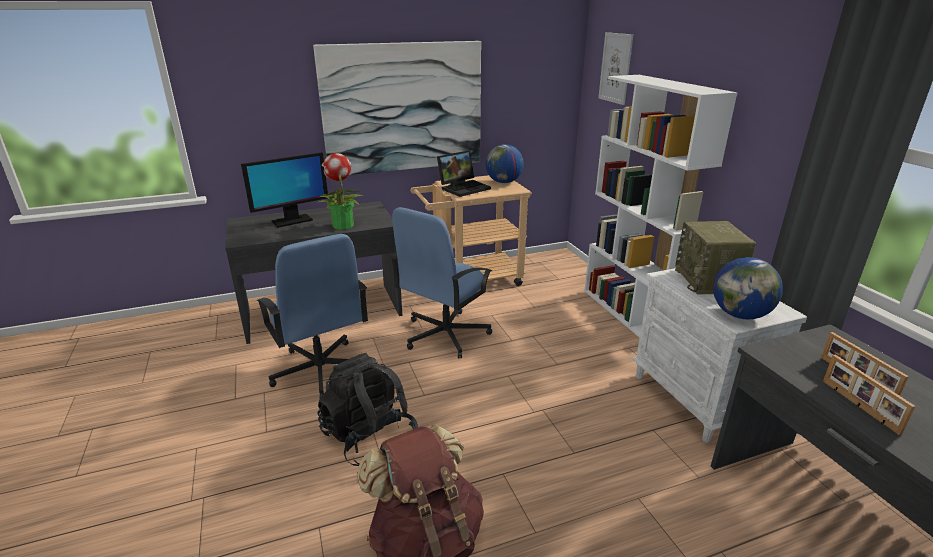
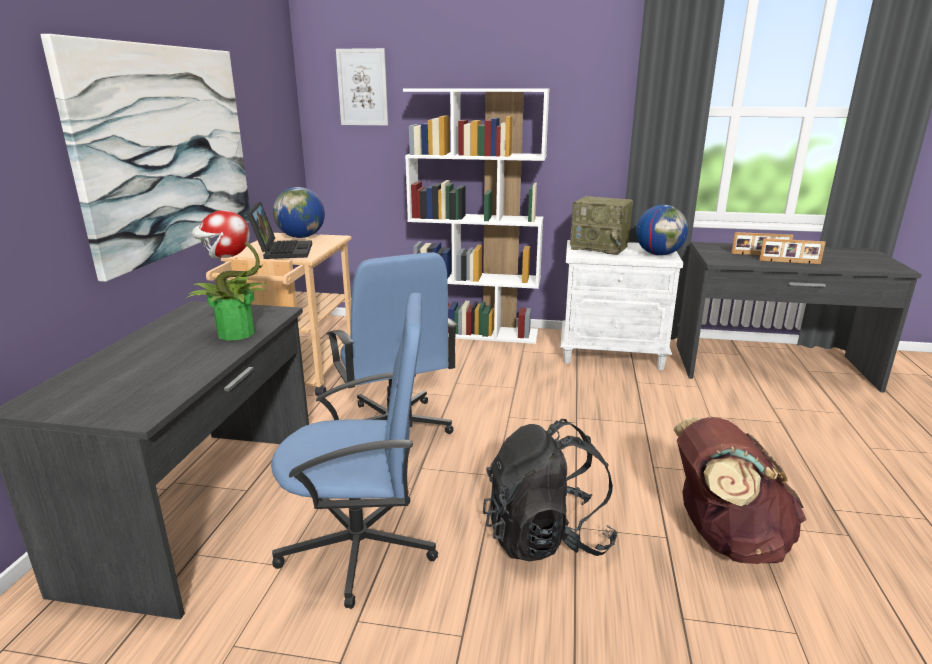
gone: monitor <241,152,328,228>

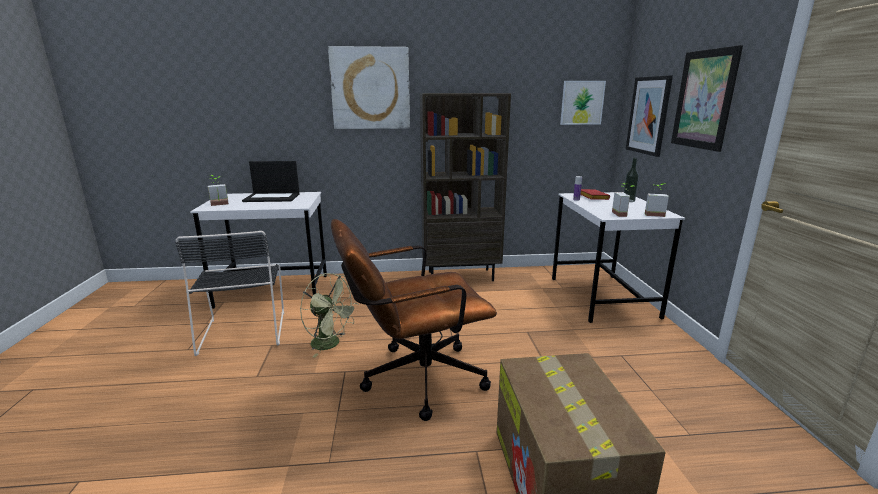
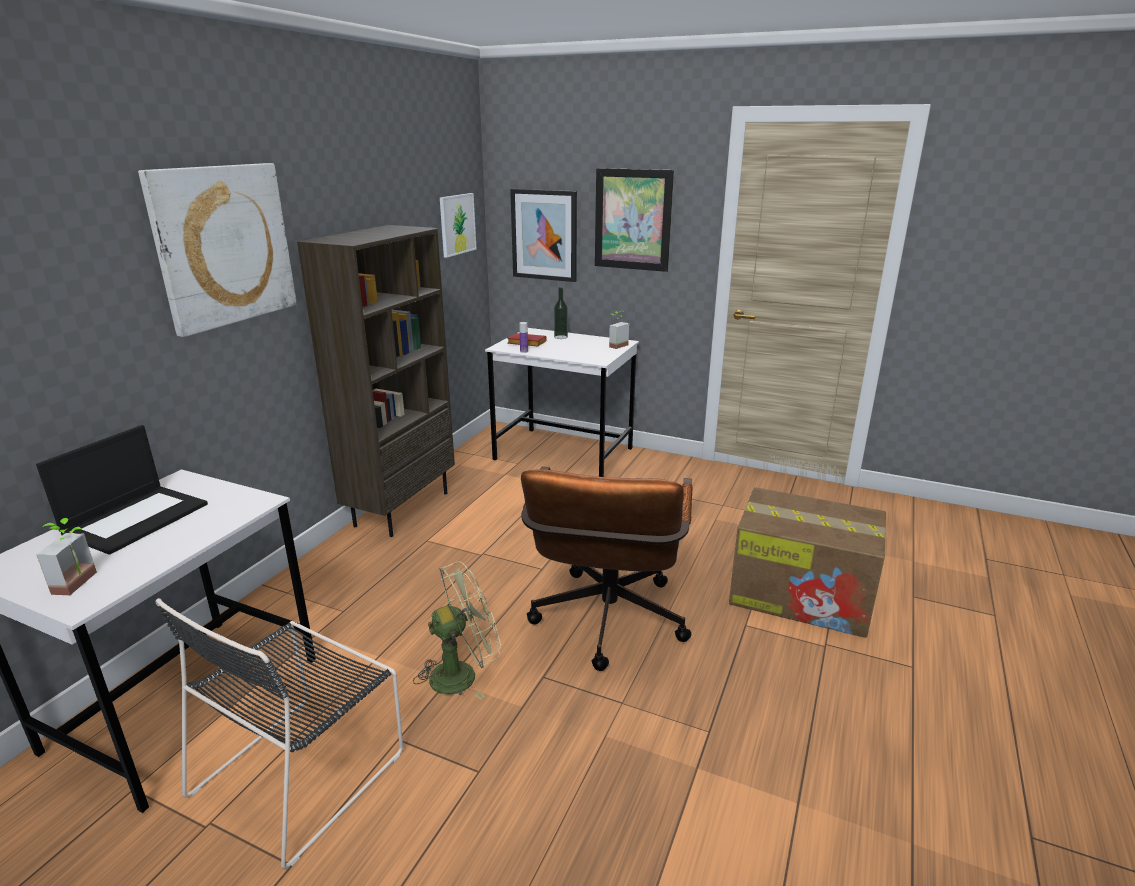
gone: potted plant <612,183,634,217>
rotated: chair (black) <176,231,284,356> = <156,598,403,869> 105 degrees clockwise

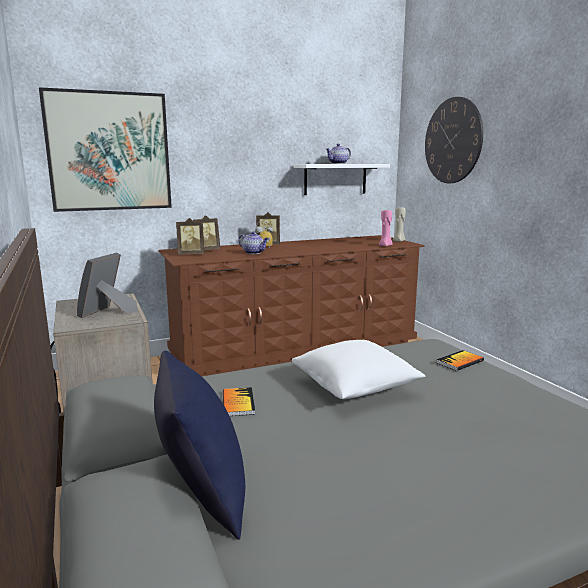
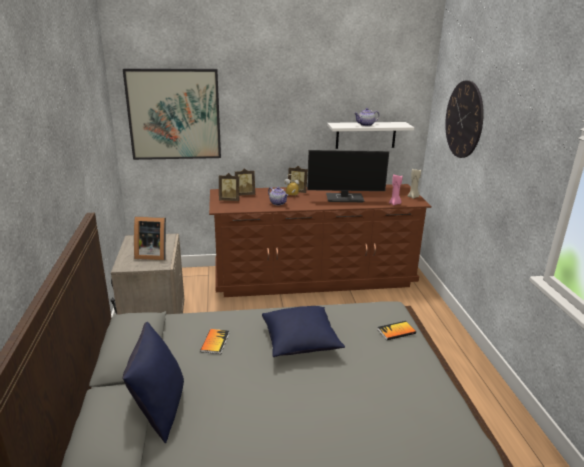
new: monitor <307,150,389,202>
repainted: pillow (white) <292,340,425,399> to pillow (blue) <262,306,345,357>
rotated: picture frame <77,253,138,318> = <134,216,166,260> 120 degrees counterclockwise

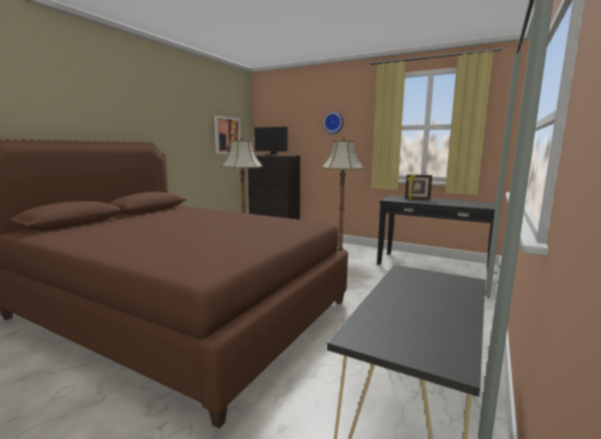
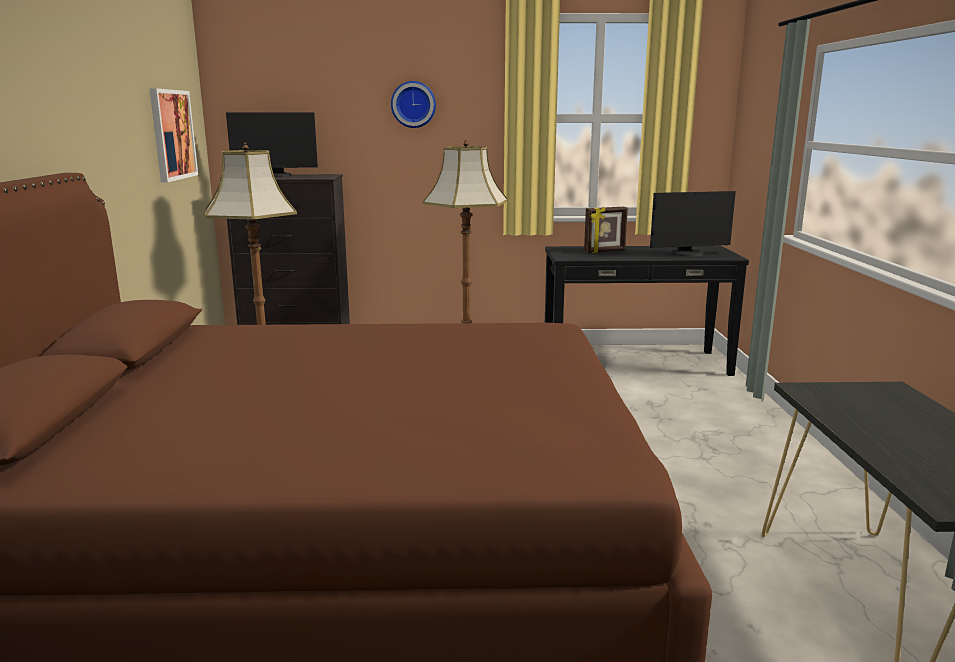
new: monitor <650,191,736,257>

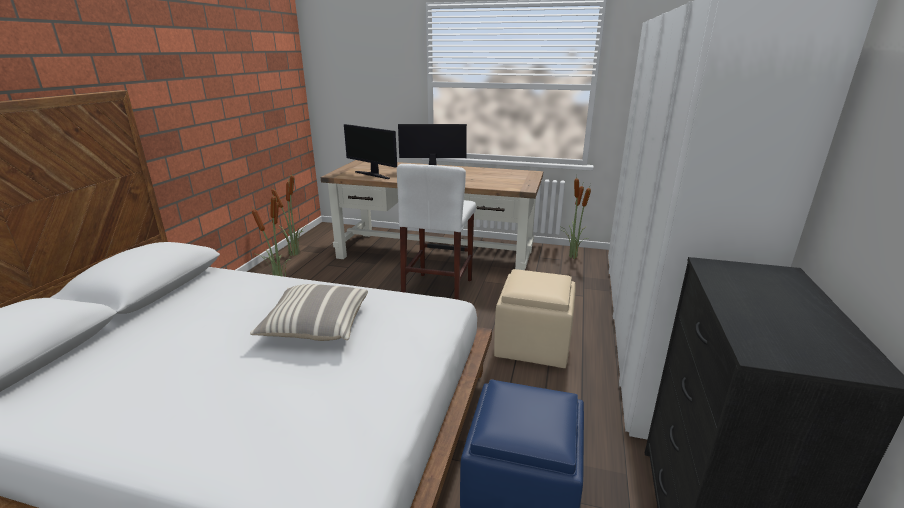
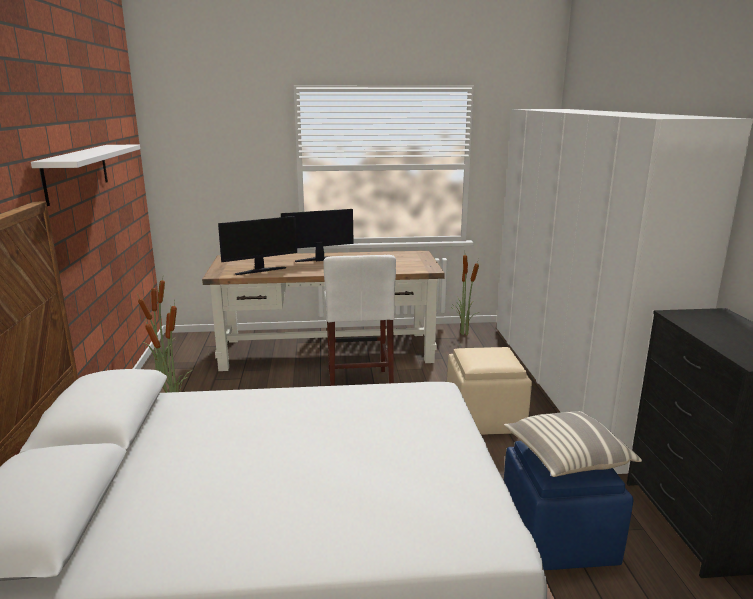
new: shelf (white) <31,145,140,206>
shifted: pillow <250,284,368,341> to <504,411,642,477>
rotated: monitor <344,124,397,179> = <218,216,297,275> 45 degrees counterclockwise

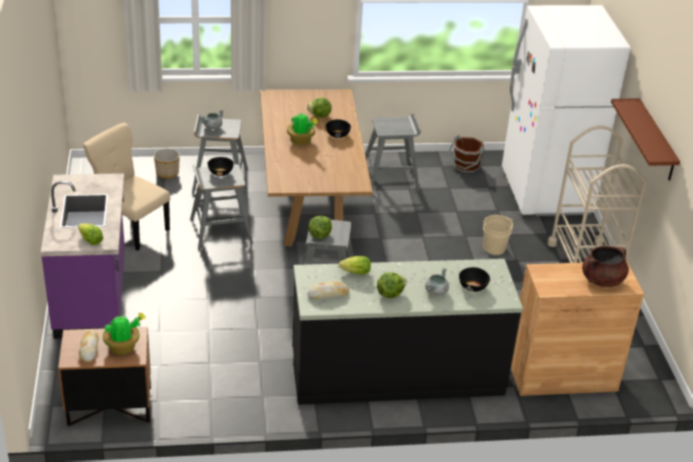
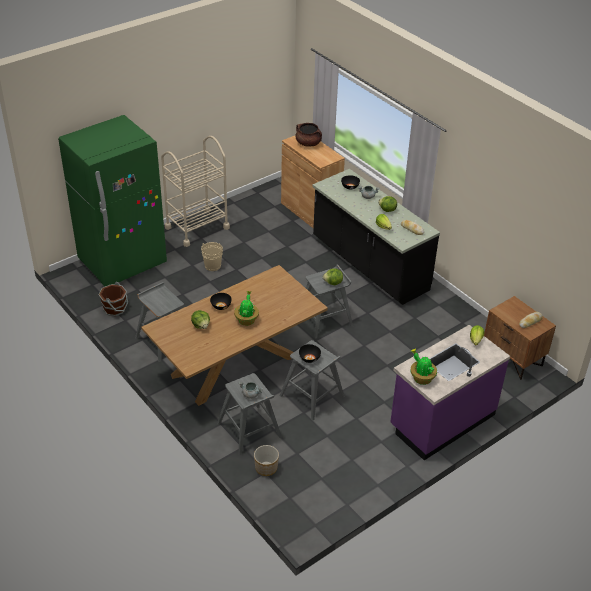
gone: chair (beige) <83,123,170,251>; shelf (brown) <611,98,680,181>
shifted: potted plant <103,313,146,355> to <410,349,437,385>
repainted: fridge (white) <502,5,630,216> to fridge (green) <58,115,167,286>

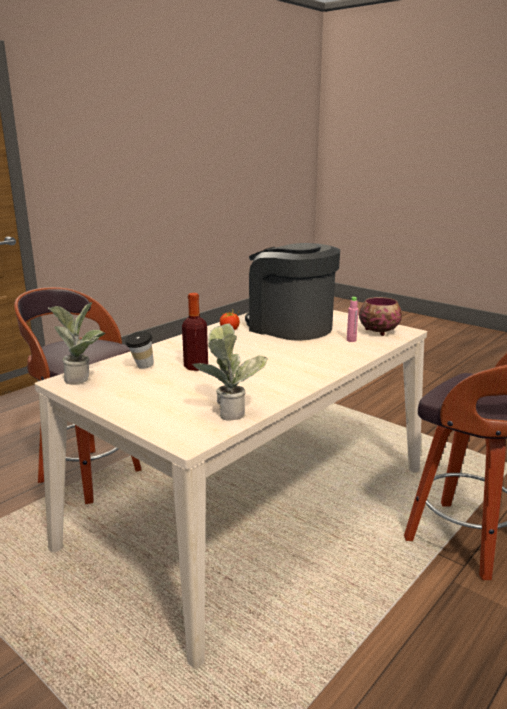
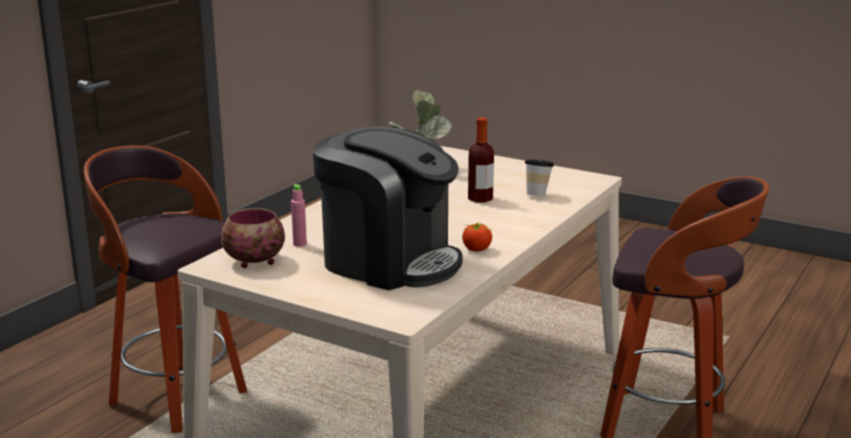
gone: potted plant <48,302,106,385>

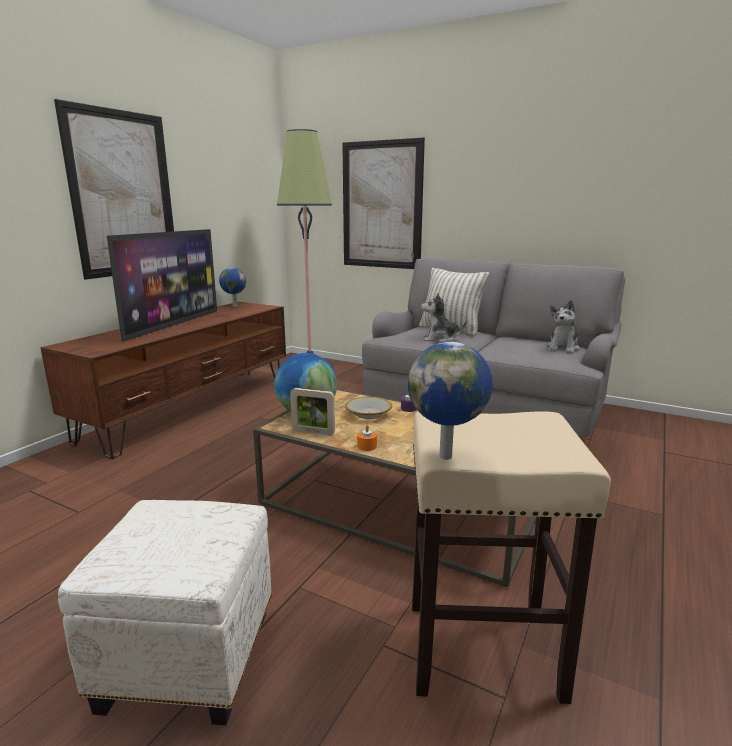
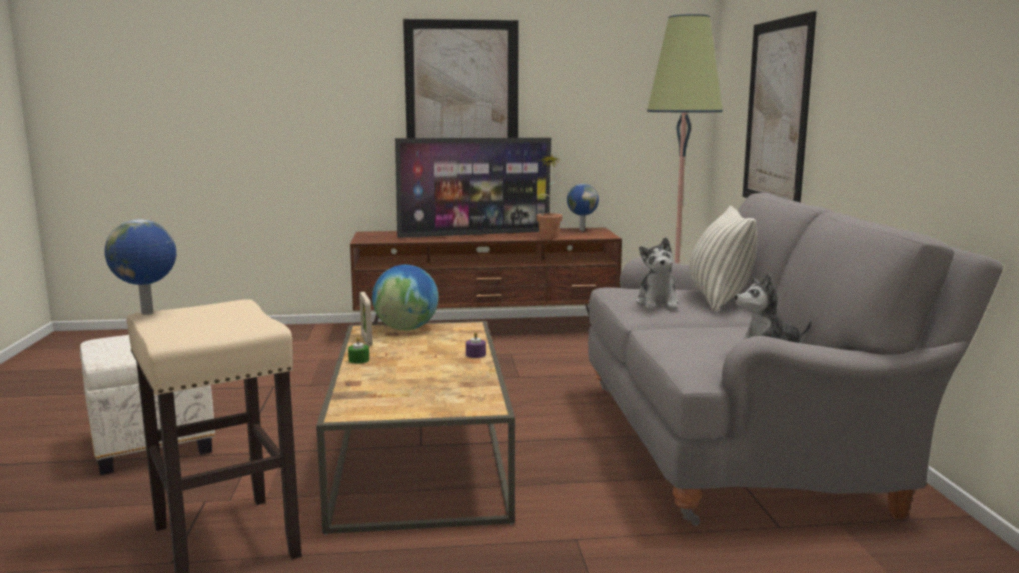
gone: bowl <345,397,392,419>
new: potted plant <536,154,564,239>
repainted: candle (orange) <357,425,377,451> to candle (green) <348,337,369,364>
rotated: plush toy <421,293,466,343> = <636,237,679,309> 150 degrees counterclockwise

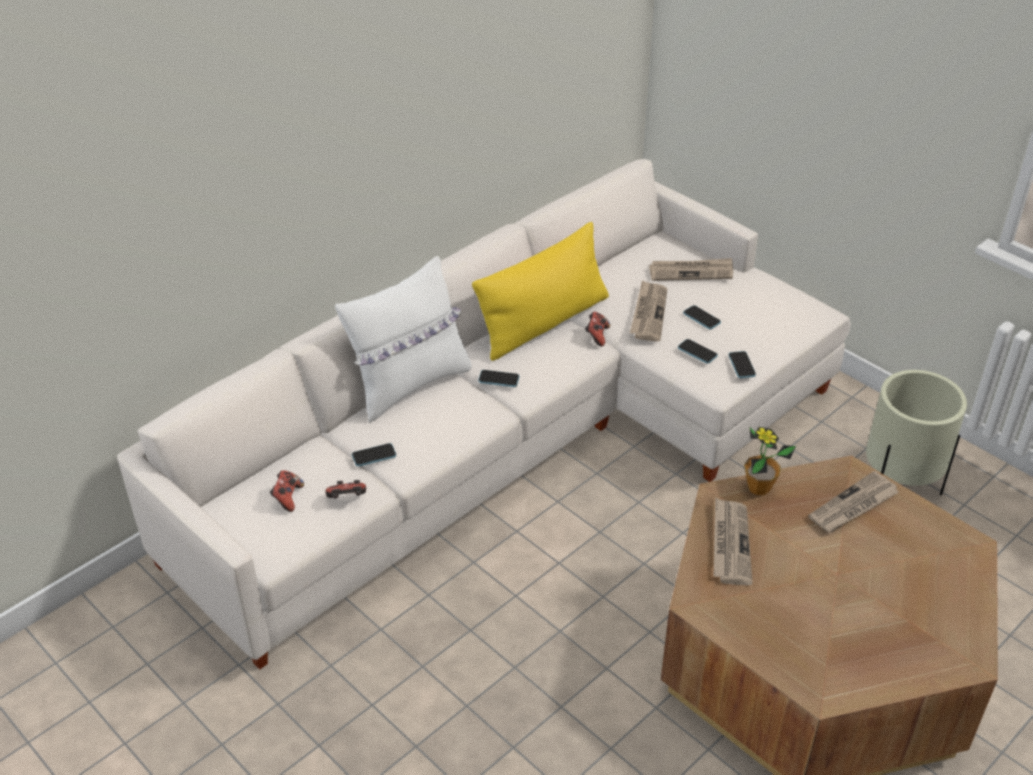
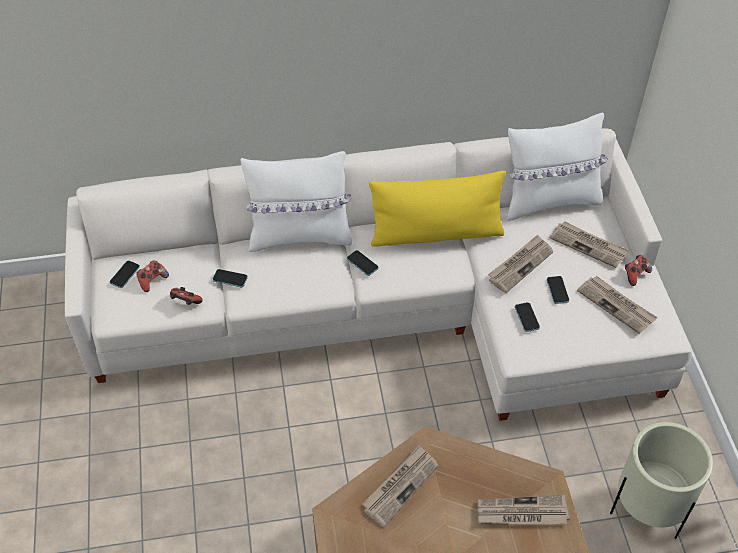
gone: potted plant <744,427,796,496>
new: pillow (white) <507,113,608,221>; newspaper <577,276,658,334>
shifted: phone <729,351,756,378> to <110,260,140,288>; game controller <585,312,610,347> to <625,255,652,286>

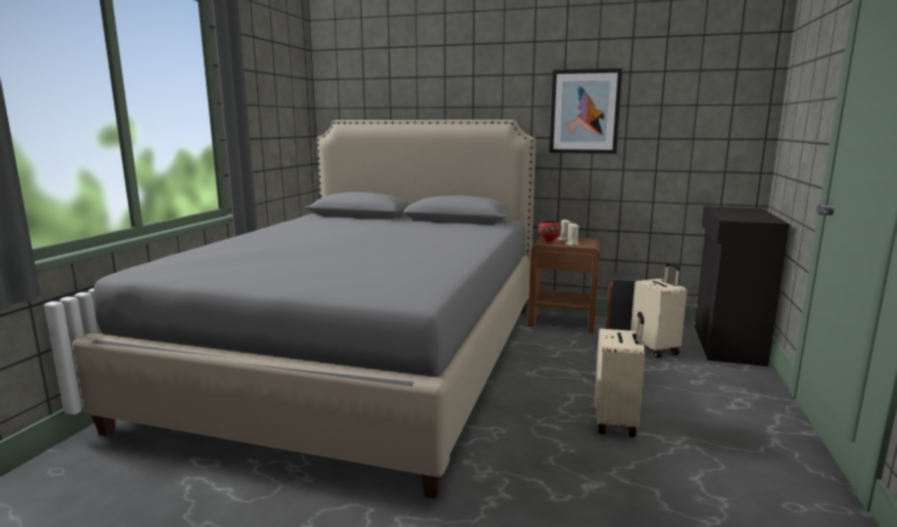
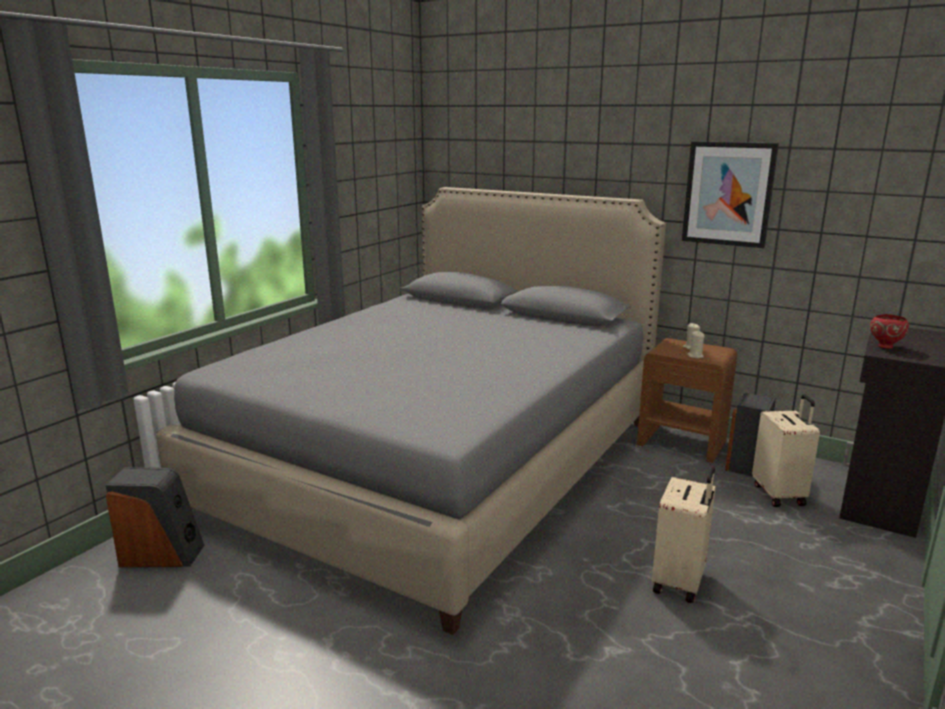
new: speaker <106,467,204,567>
shifted: bowl (red) <538,221,561,244> to <870,314,909,349>

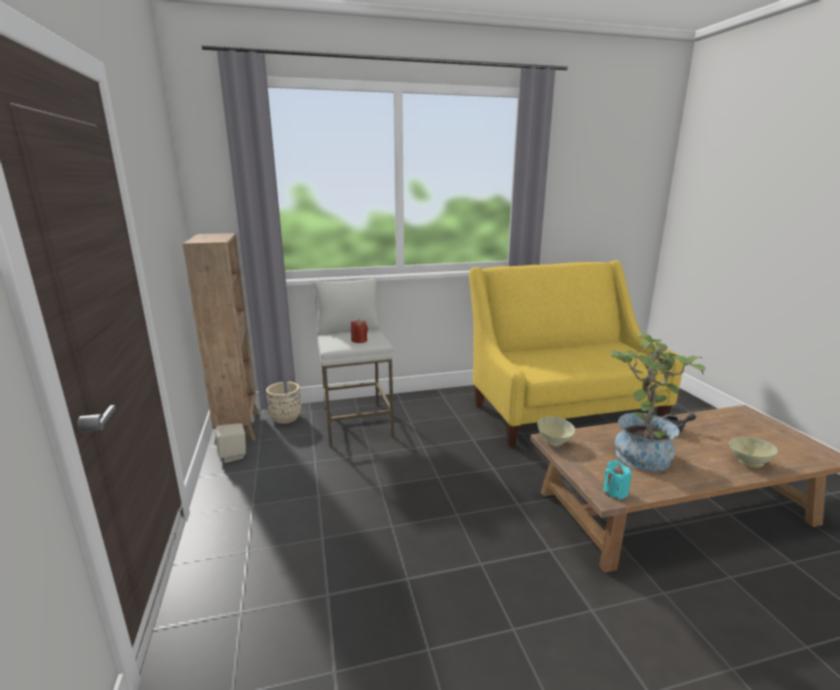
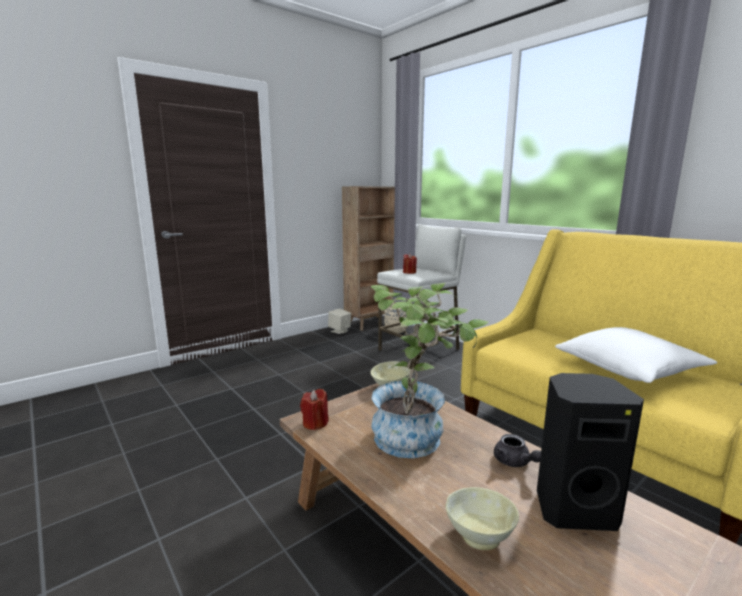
new: speaker (black) <537,373,644,531>; pillow (white) <555,327,717,383>
repainted: candle (turquoise) <603,460,632,499> to candle (red) <300,389,329,430>

